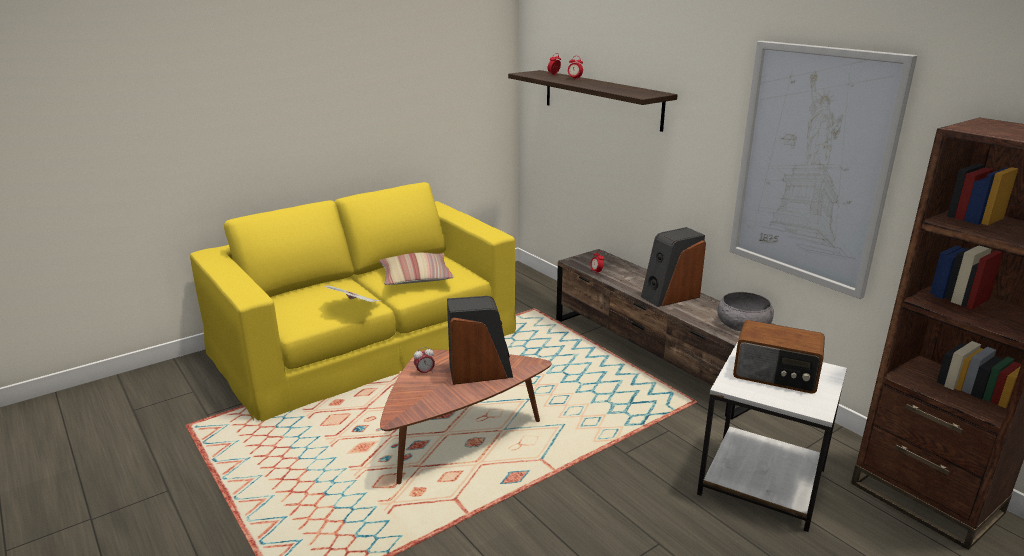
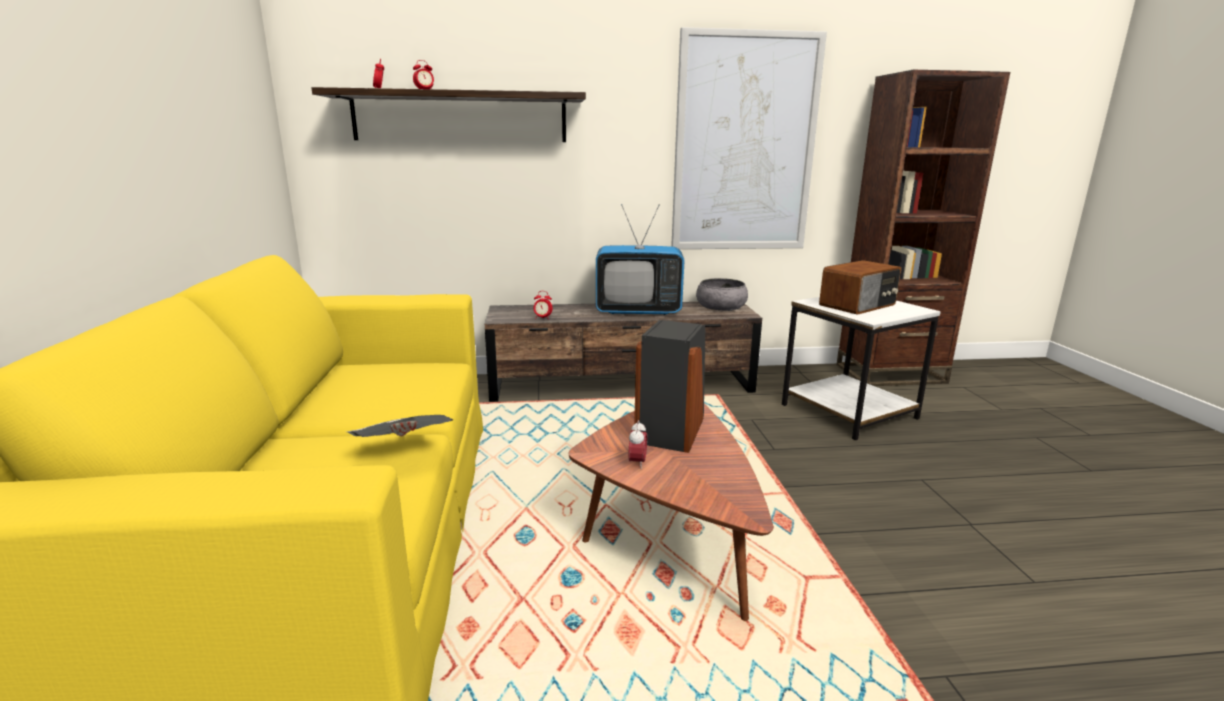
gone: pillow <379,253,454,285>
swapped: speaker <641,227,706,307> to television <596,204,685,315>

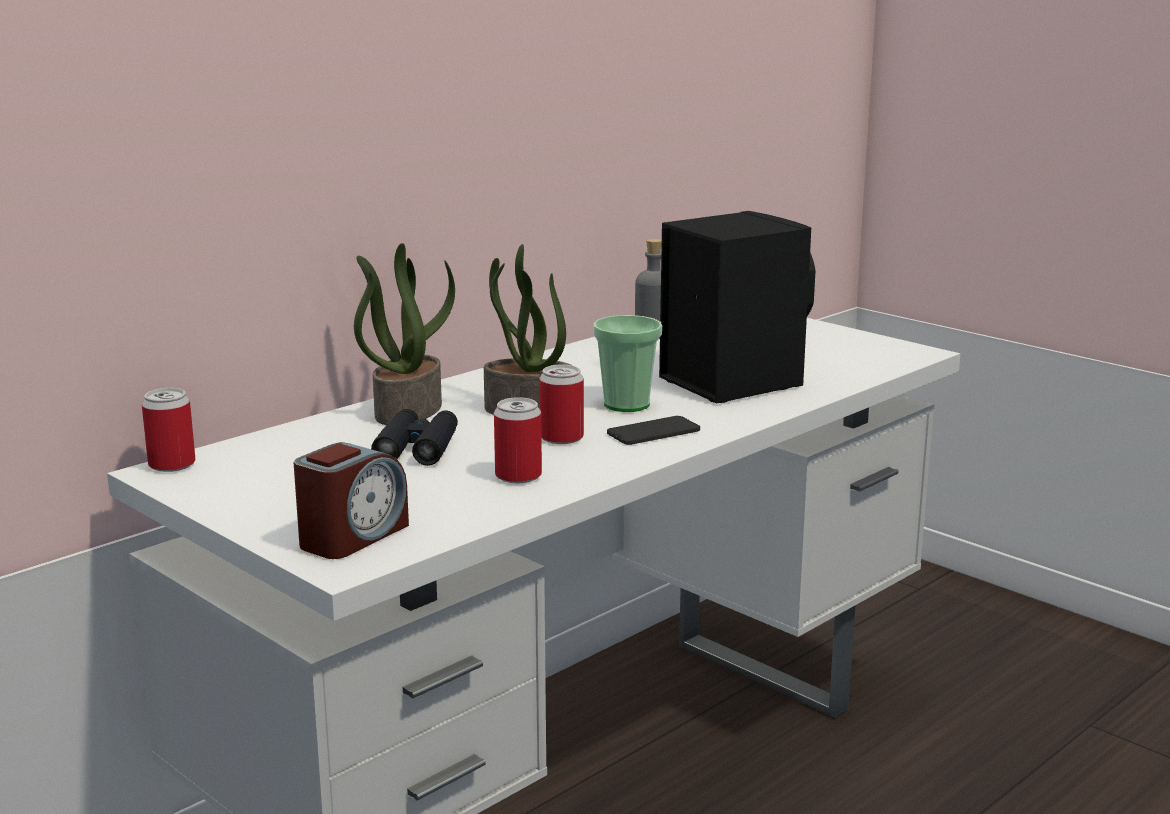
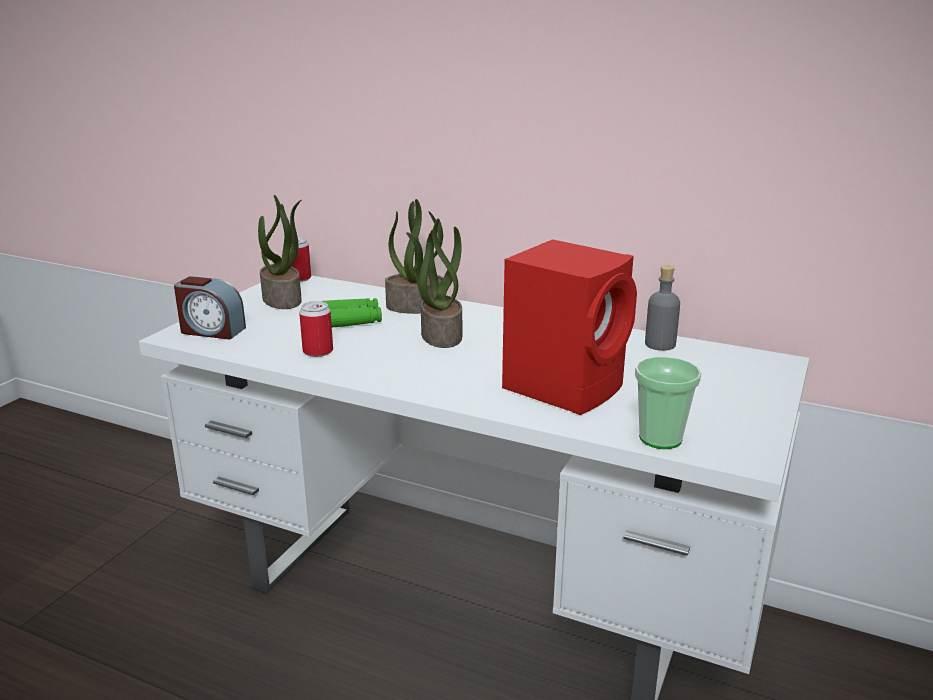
gone: can <539,364,584,444>; phone <607,416,700,445>
new: potted plant <258,195,302,309>
shifted: cup <593,315,662,412> to <635,357,701,449>
repainted: binoculars (black) <371,409,458,466> to binoculars (green) <322,298,382,327>; speaker (black) <659,211,816,403> to speaker (red) <502,239,637,415>

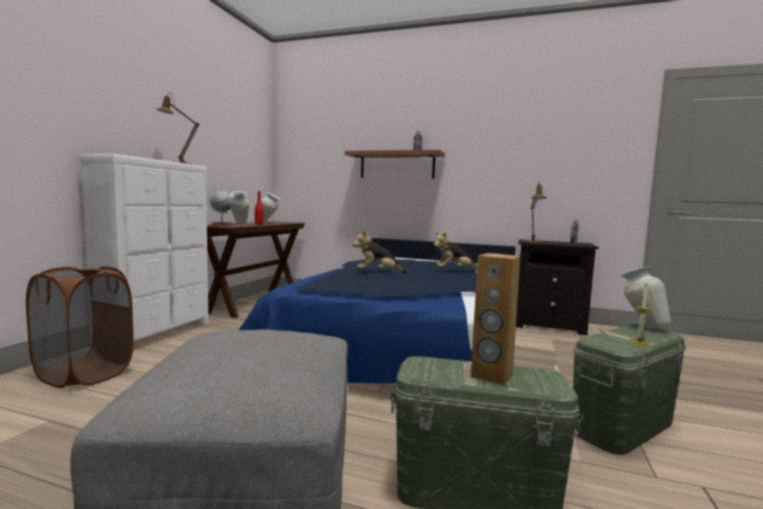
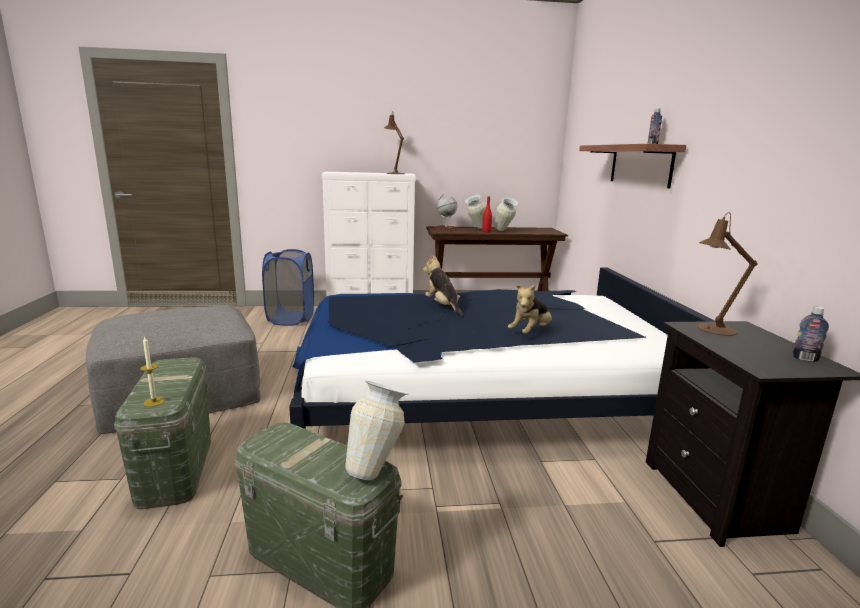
gone: speaker (brown) <470,253,520,386>
shifted: candle <630,279,652,345> to <140,337,165,407>
repainted: laundry basket (brown) <26,266,134,388> to laundry basket (blue) <262,249,314,326>
rotated: plush toy <434,232,477,271> = <508,284,552,334> 105 degrees counterclockwise

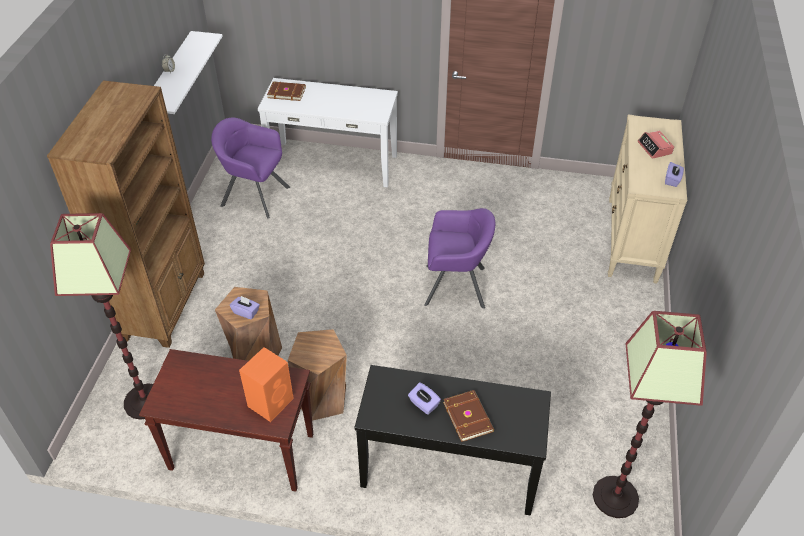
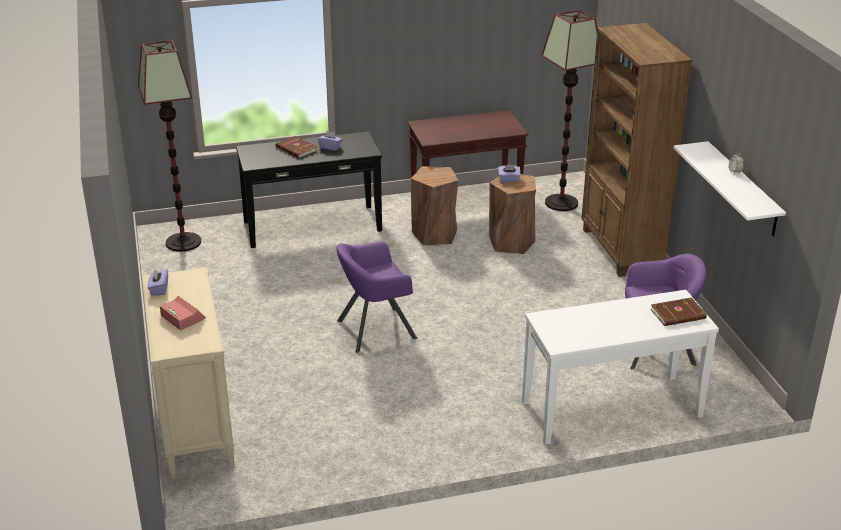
gone: speaker (orange) <239,347,294,422>

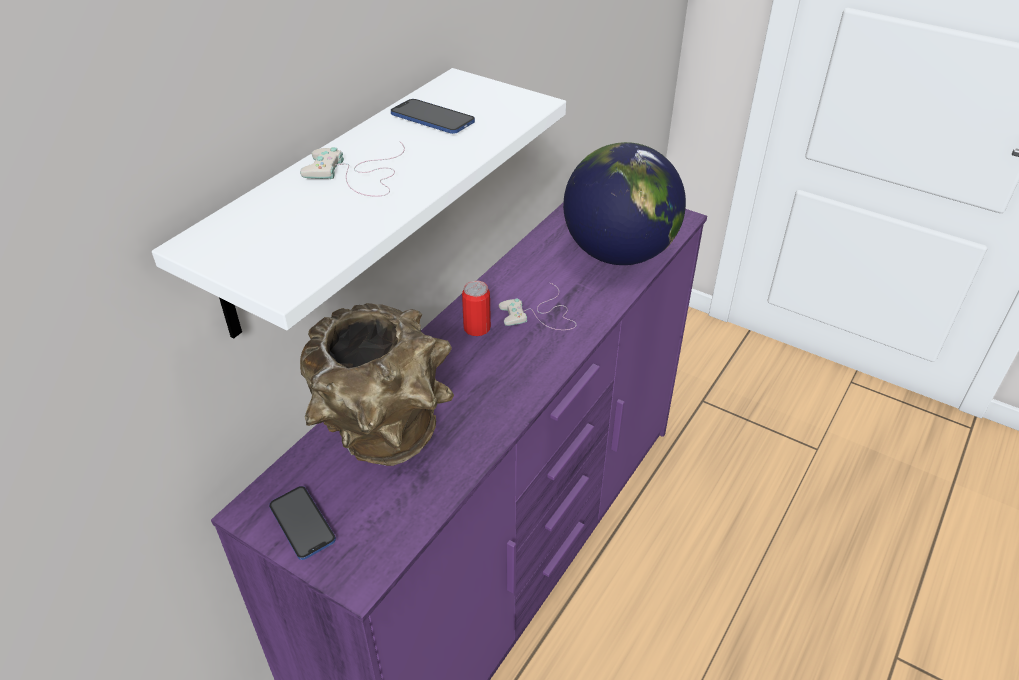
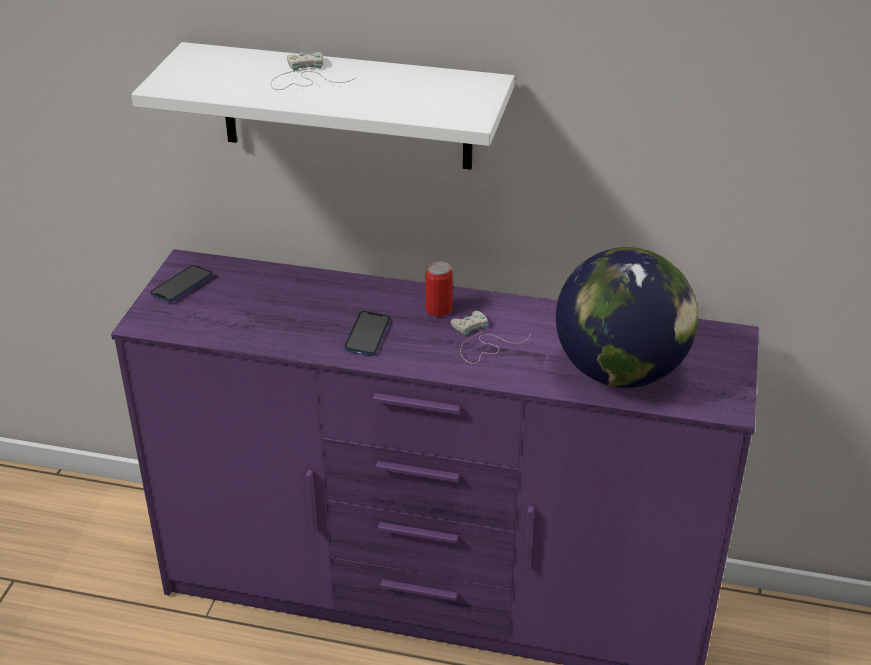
gone: vase (brown) <300,303,454,466>
shifted: phone <391,99,475,134> to <344,311,390,356>

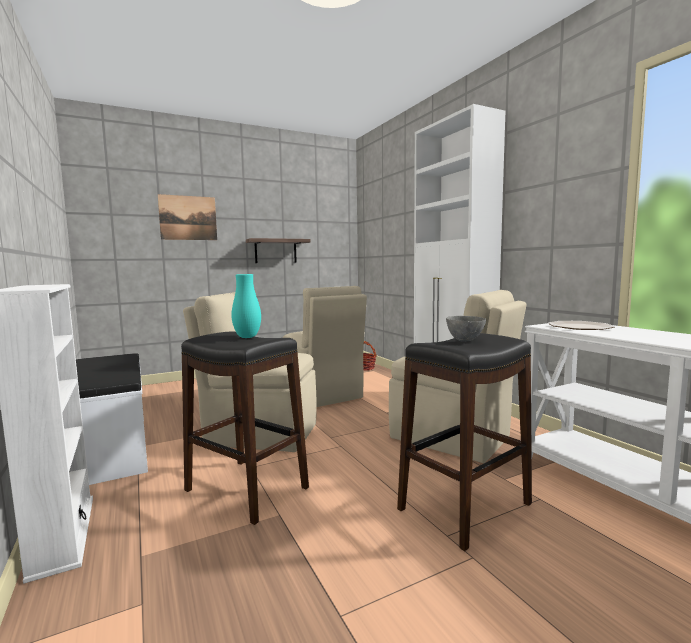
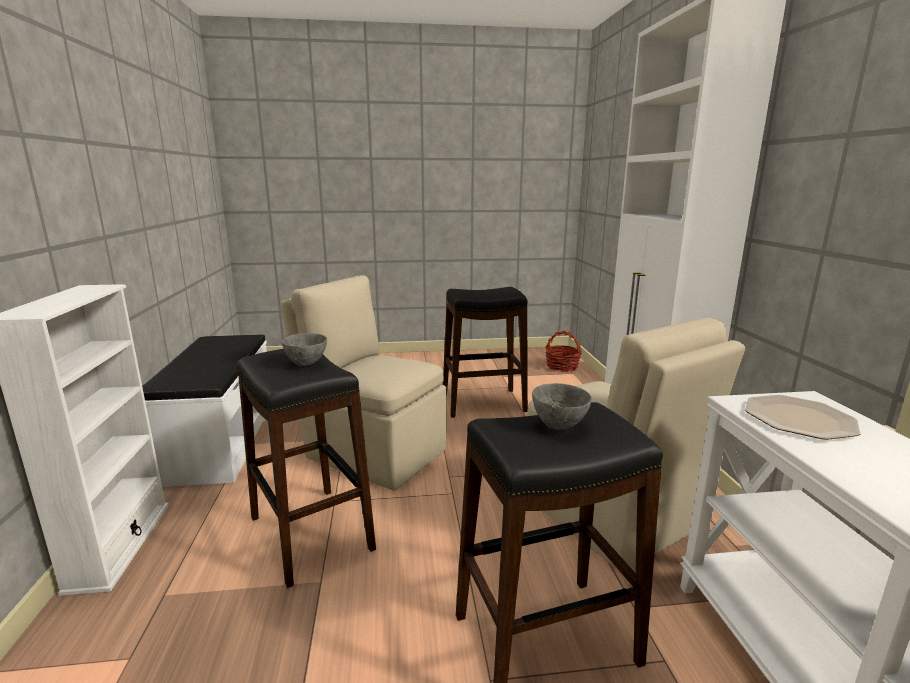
gone: picture <158,194,217,240>; shelf <246,238,311,263>
swapped: vase (turquoise) <231,274,261,338> to bowl (grey) <282,333,327,366>; chair (beige) <283,286,367,407> to stool (black) <443,287,528,418>

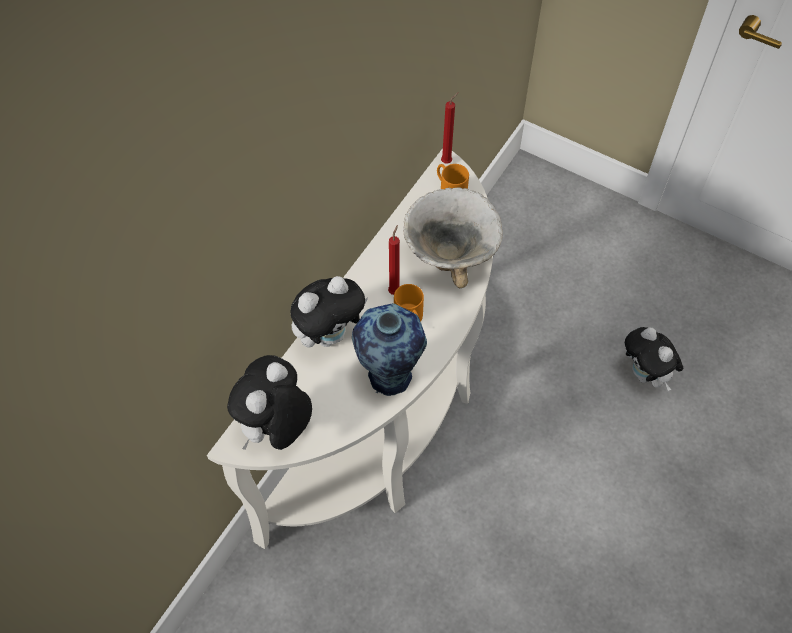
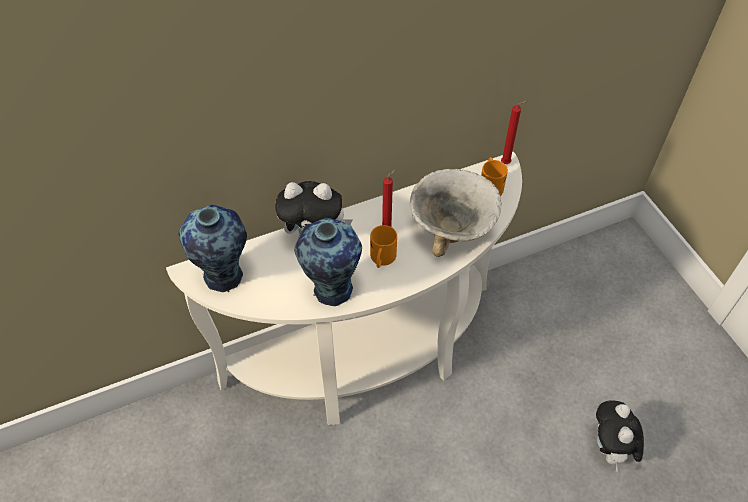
swapped: plush toy <227,355,312,450> to vase <178,205,247,292>

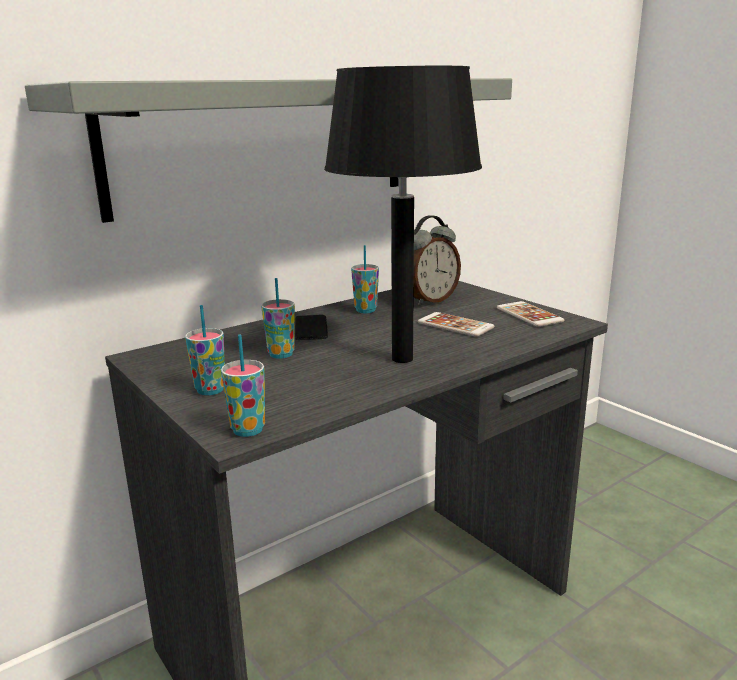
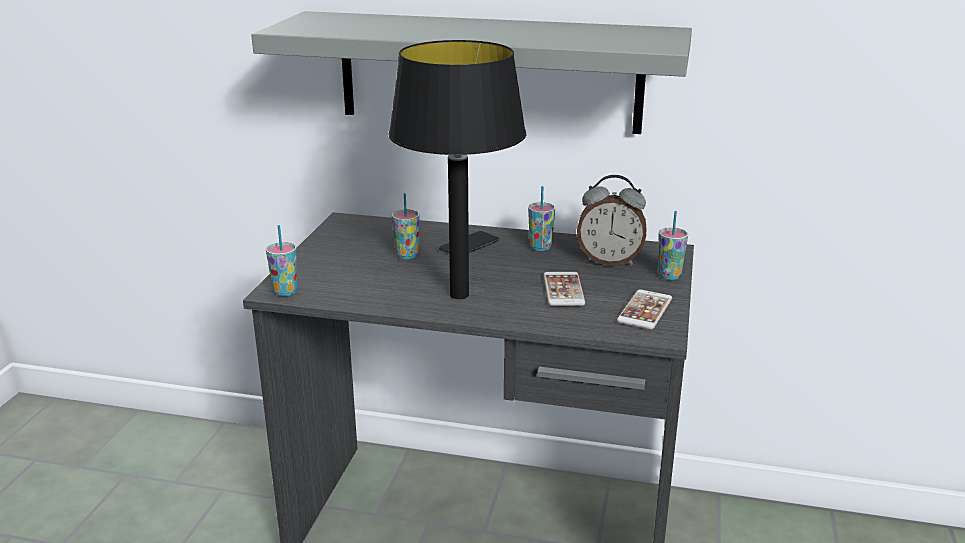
shifted: cup <185,305,225,395> to <658,211,688,280>

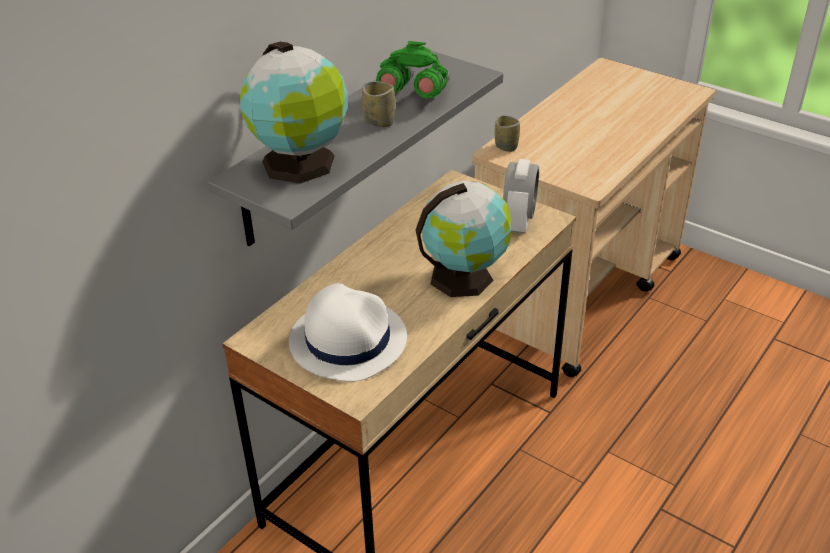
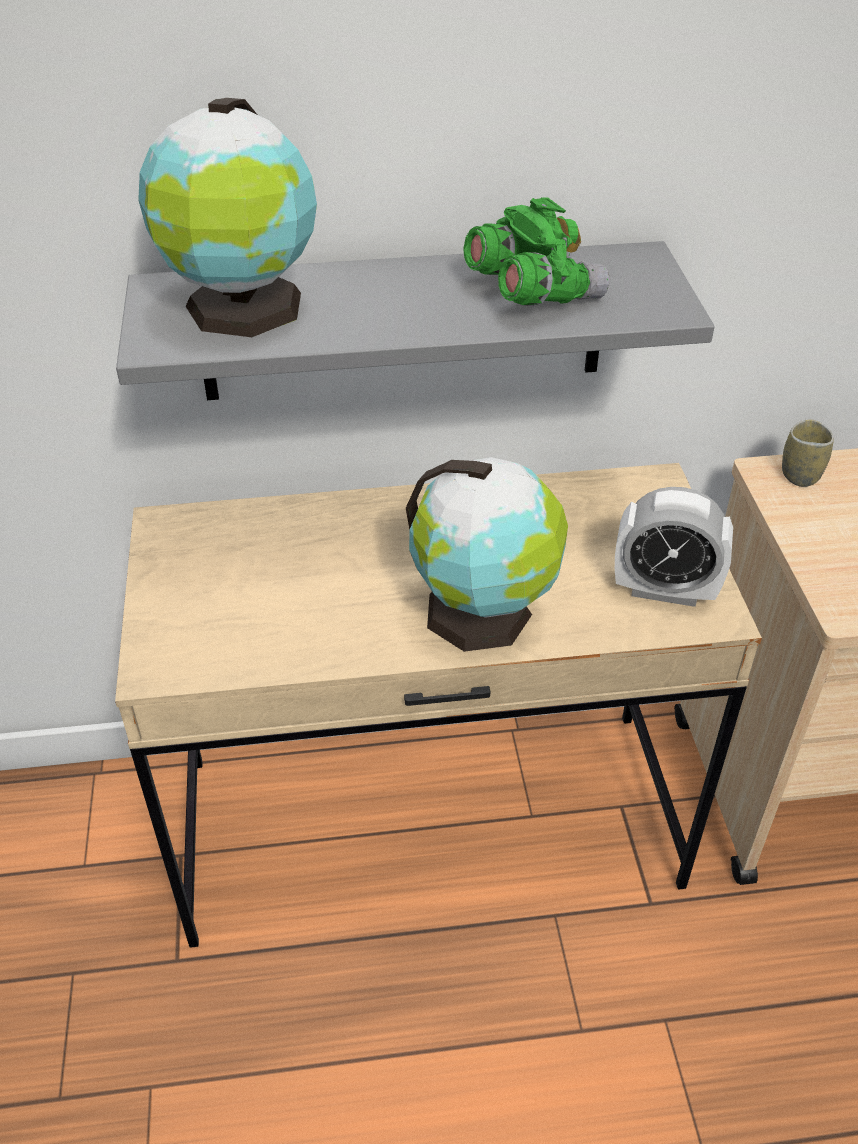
gone: hat (white) <289,283,407,382>; cup <362,81,395,127>
rotated: alarm clock <503,159,539,233> = <615,487,733,607> 45 degrees clockwise

